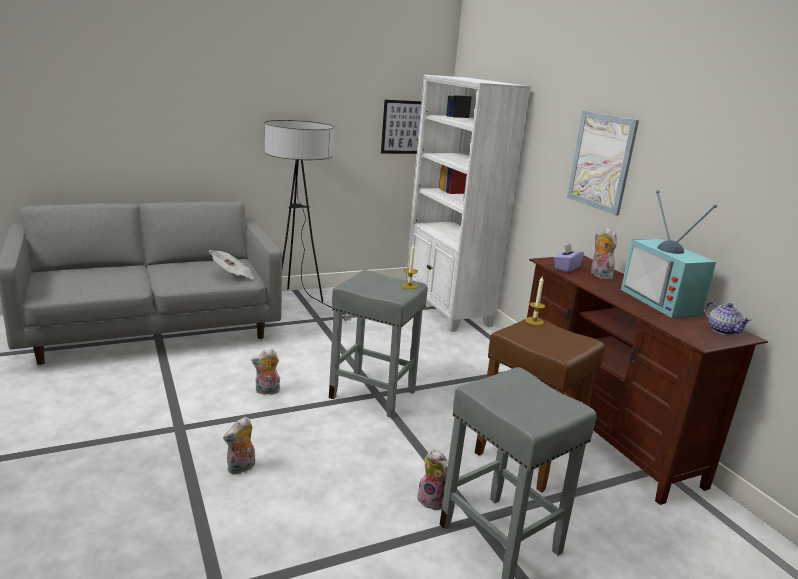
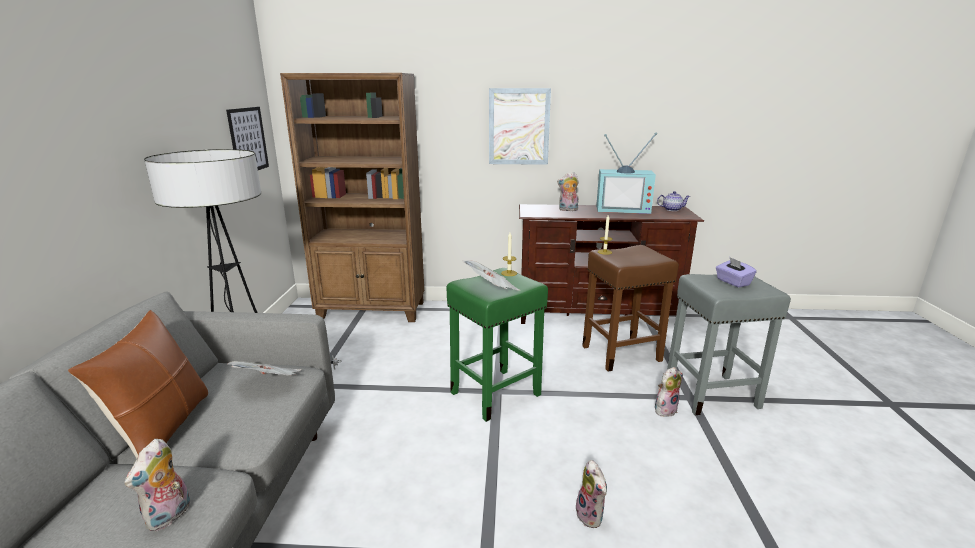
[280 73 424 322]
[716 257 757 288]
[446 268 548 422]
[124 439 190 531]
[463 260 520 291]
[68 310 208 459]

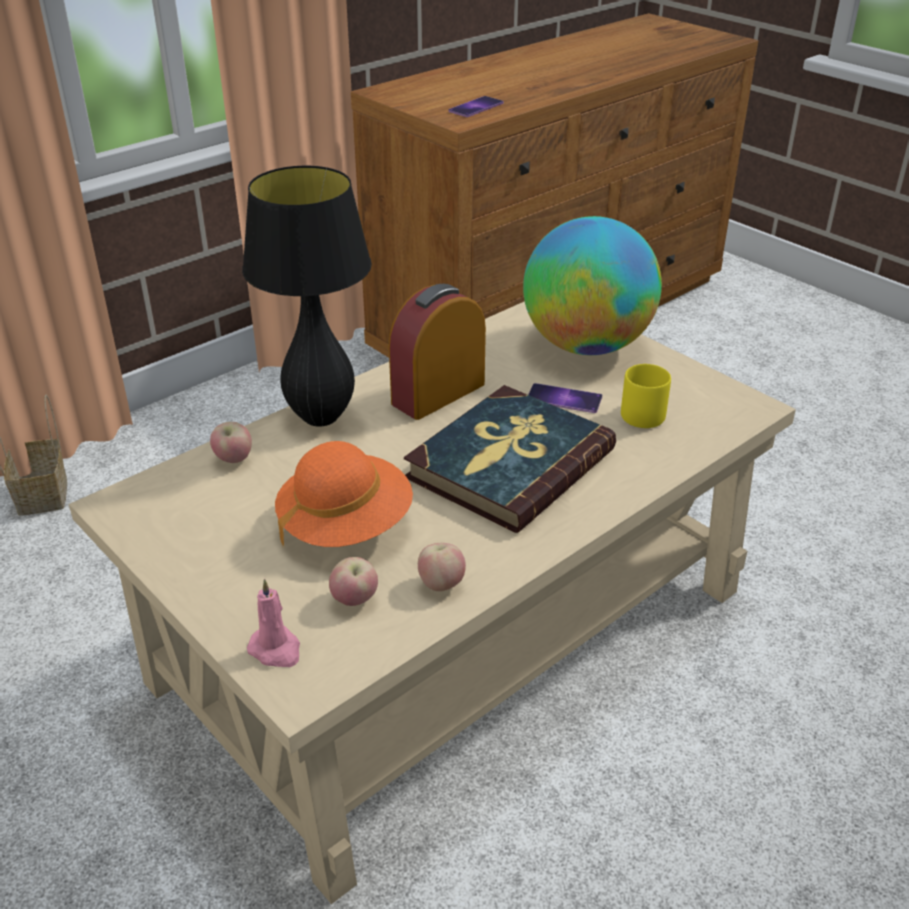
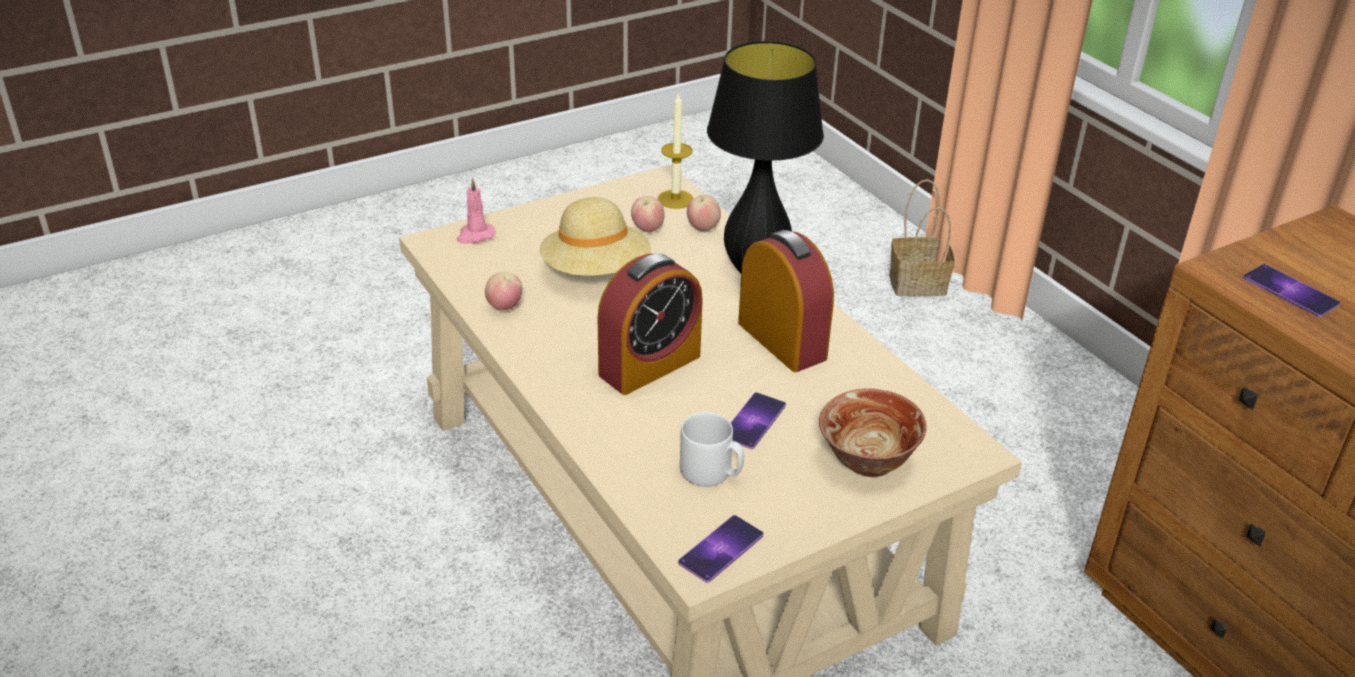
[819 389 927 477]
[680 412 744 487]
[598 254 703 395]
[539 197 651 276]
[631 196 665 232]
[658 92 694 209]
[678 515 764 583]

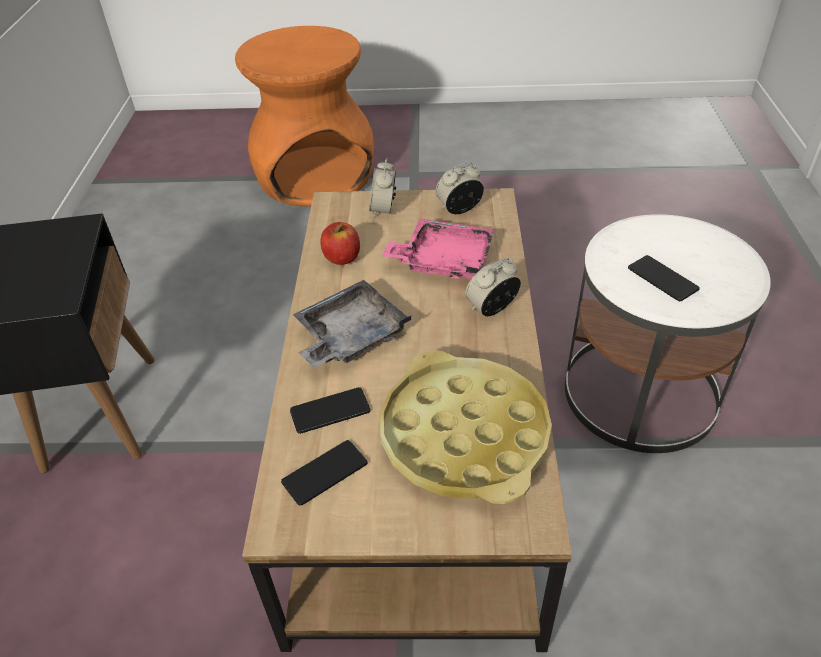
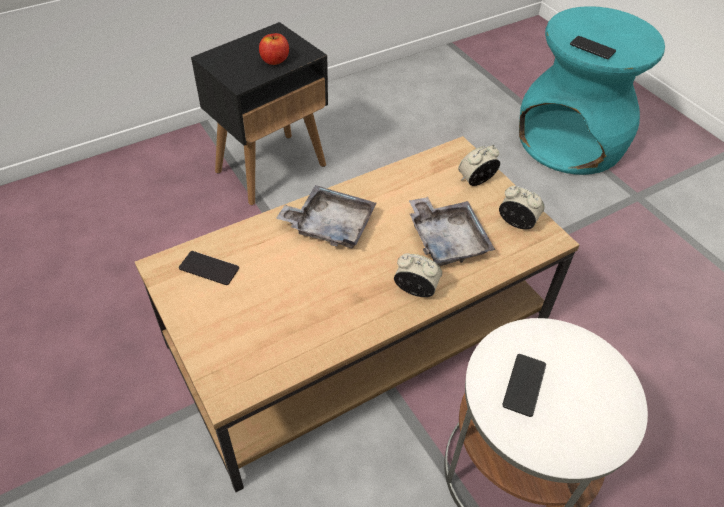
[519 6 665 175]
[409 197 495 266]
[259 33 289 65]
[380 350 552 504] (first image)
[570 36 616 59]

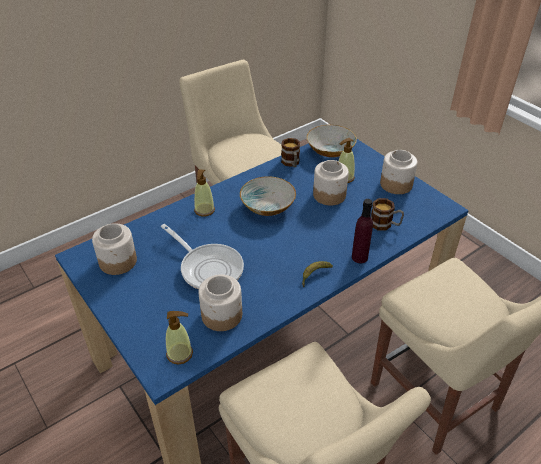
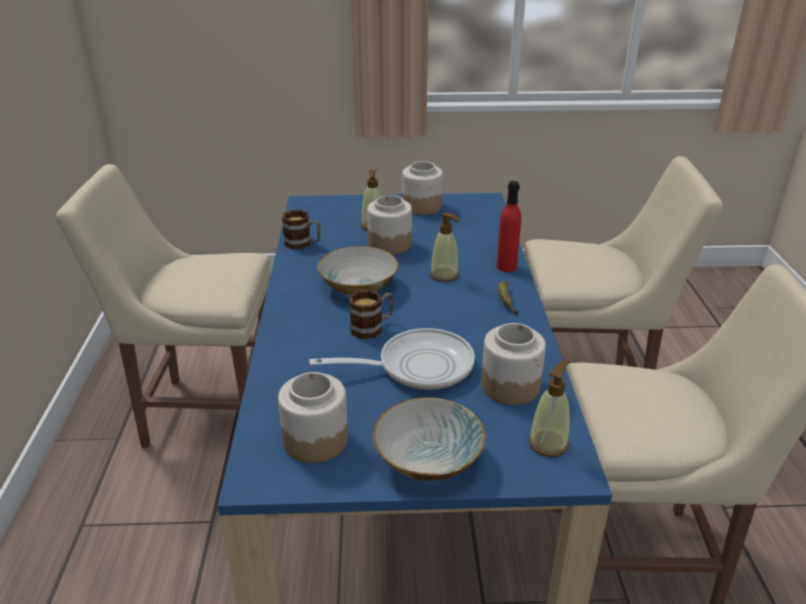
[373 397 486 481]
[430 212 460 282]
[349 290 394 339]
[496 181 521 272]

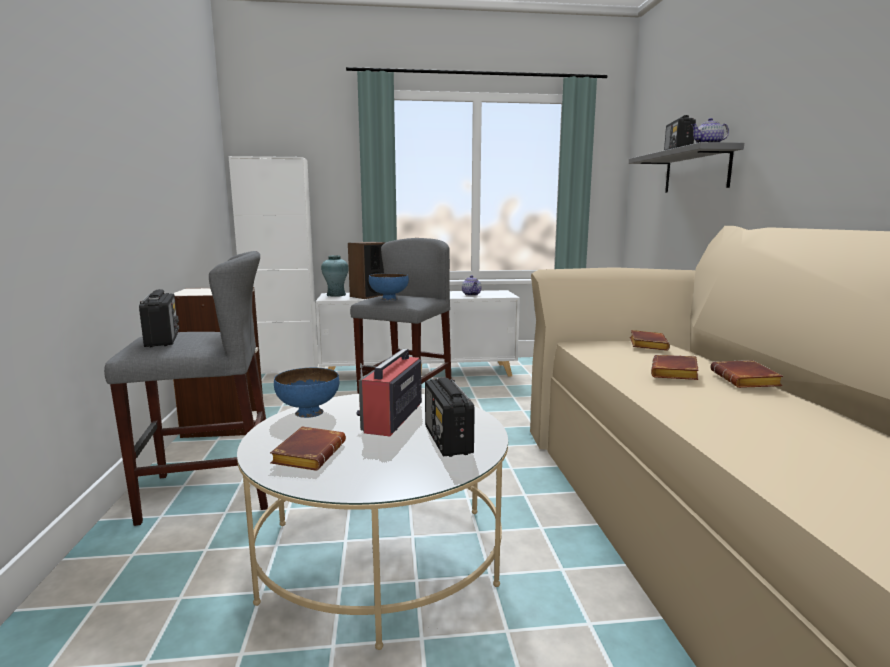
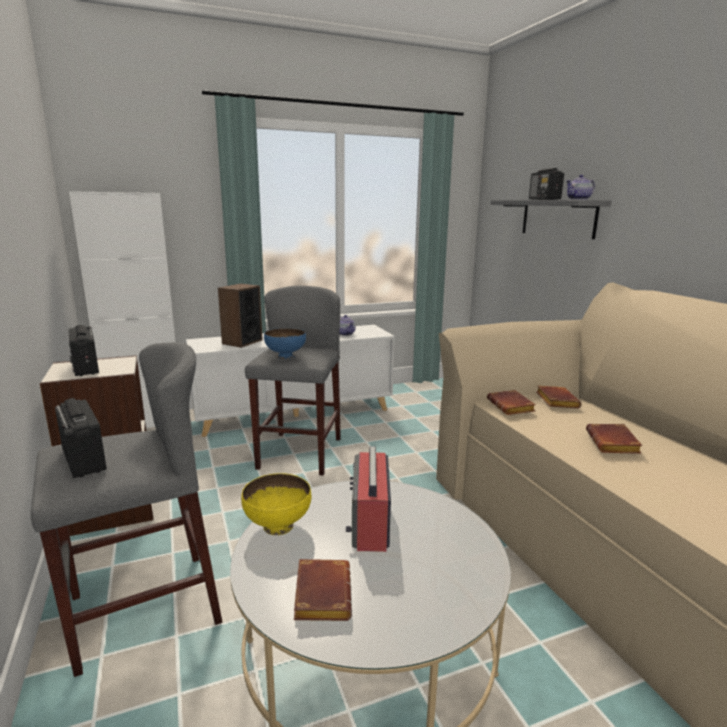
[321 255 349 297] (first image)
[487 390 536 415]
[241 473 311 535]
[69 325 99 376]

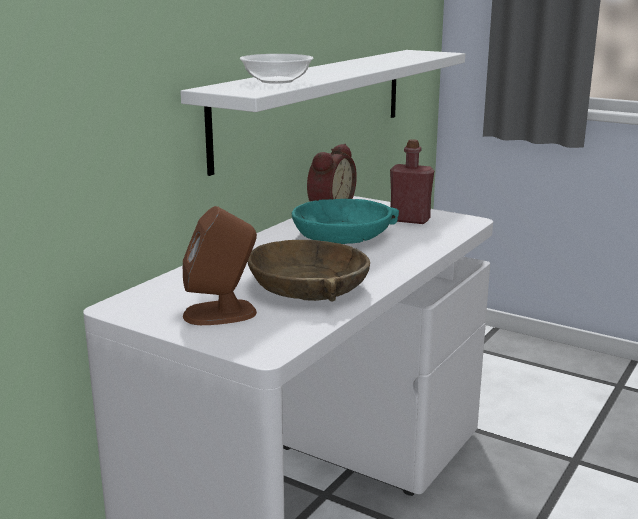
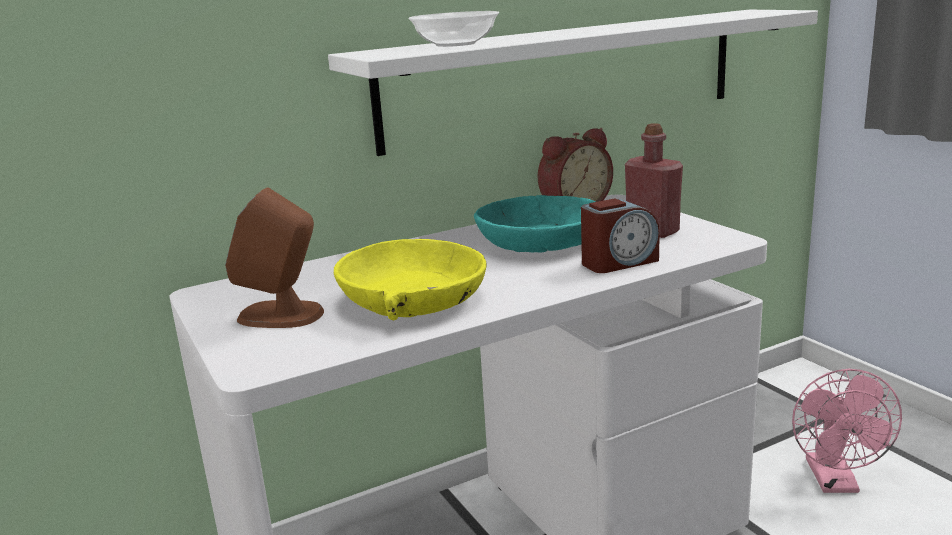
[334 239 487 321]
[581 198 660 273]
[792 369 902 493]

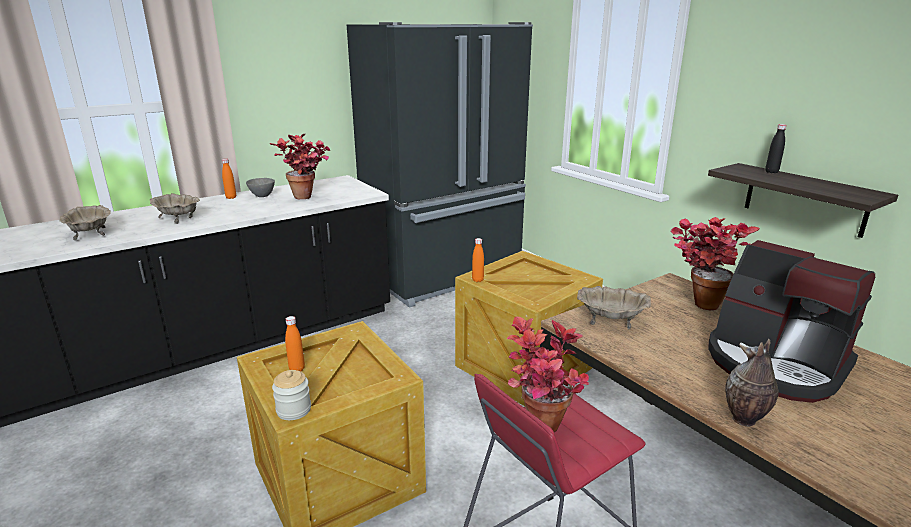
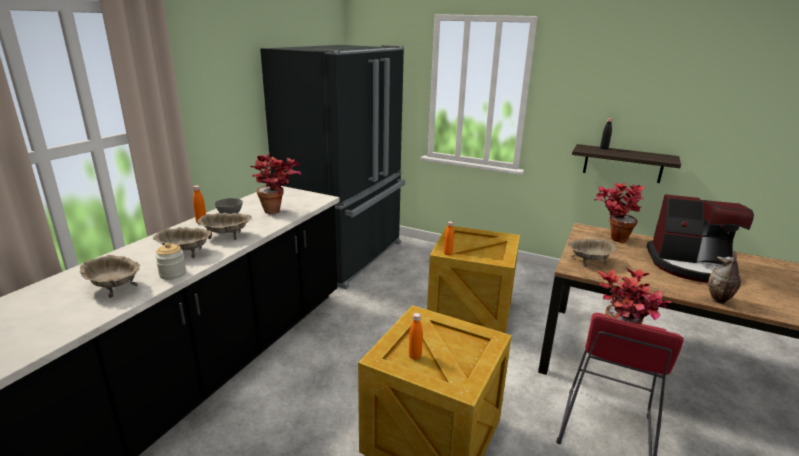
[155 243 186 280]
[197 213 251 240]

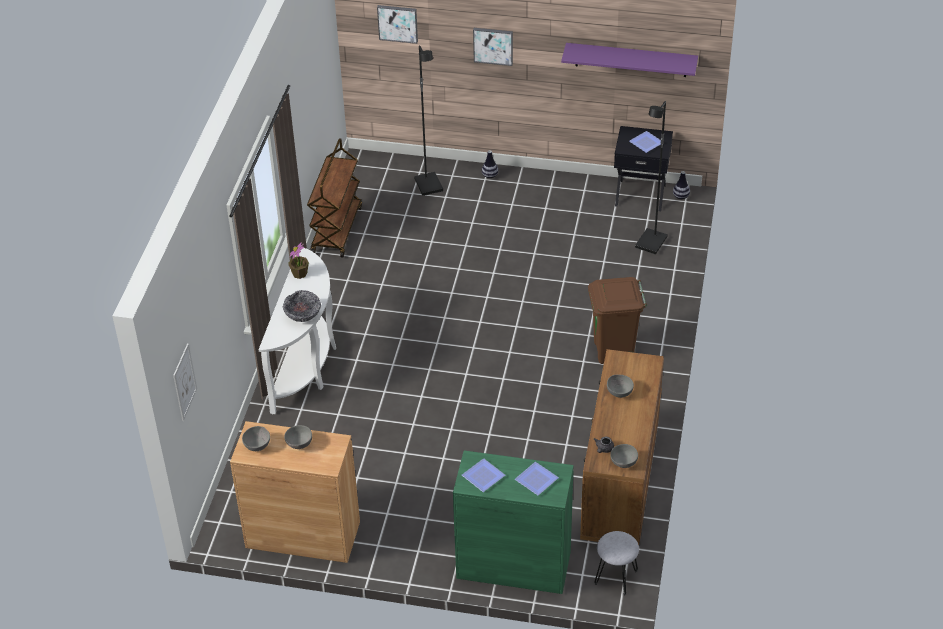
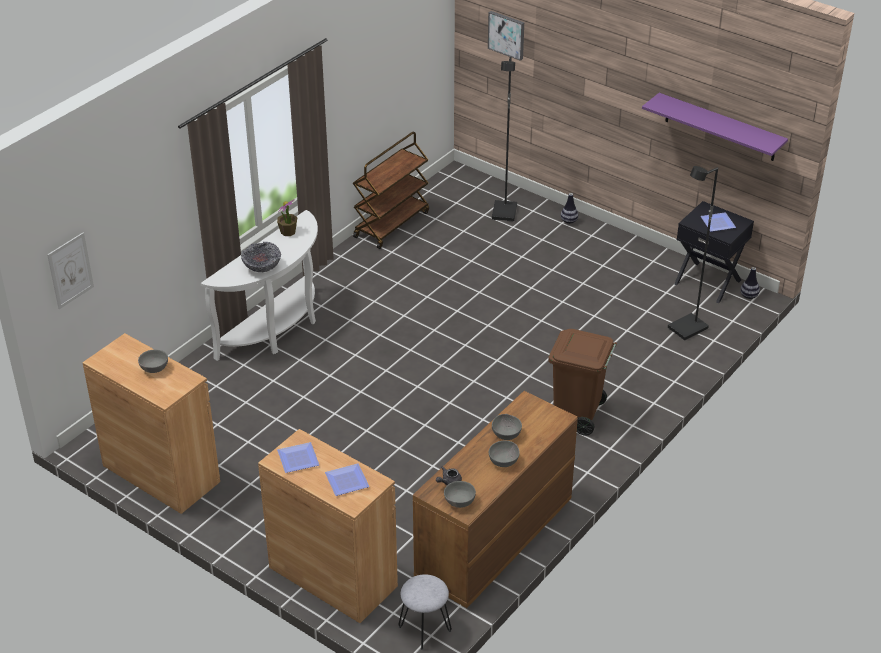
[473 28 513 66] (first image)
[489 441 520 467]
[258 429 398 623]

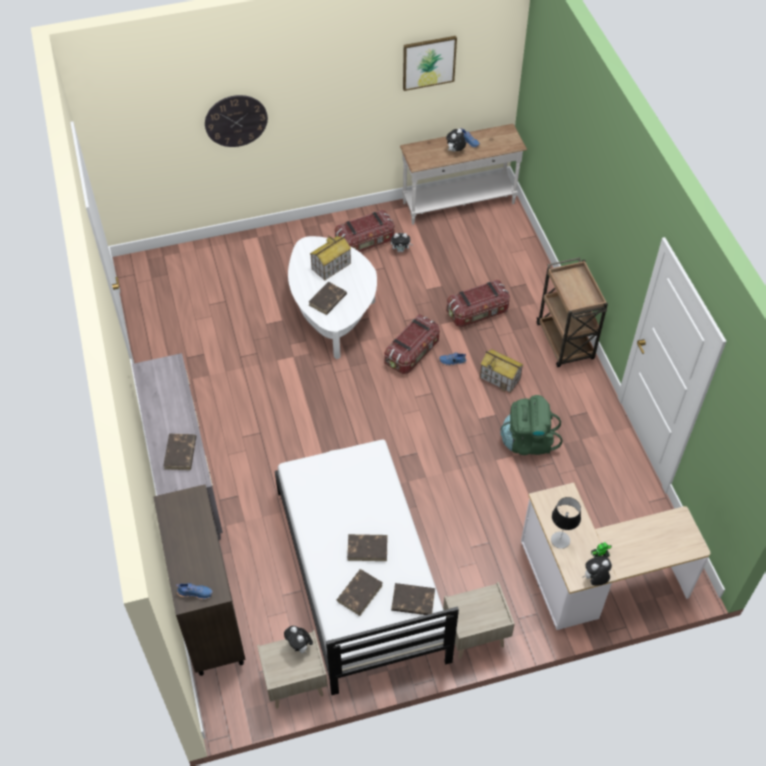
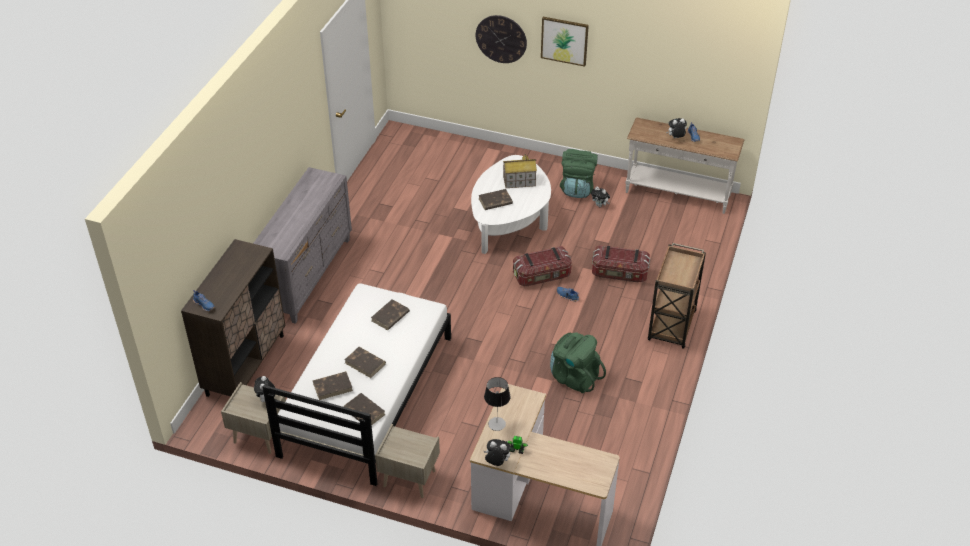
[541 17 589 67]
[560 149 598 198]
[480 349 524 393] (first image)
[371 299 410 330]

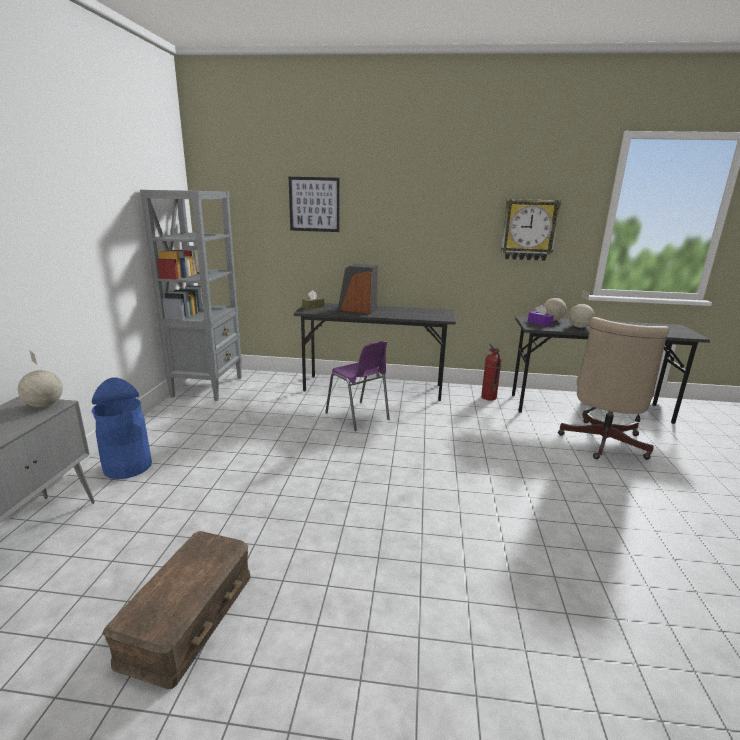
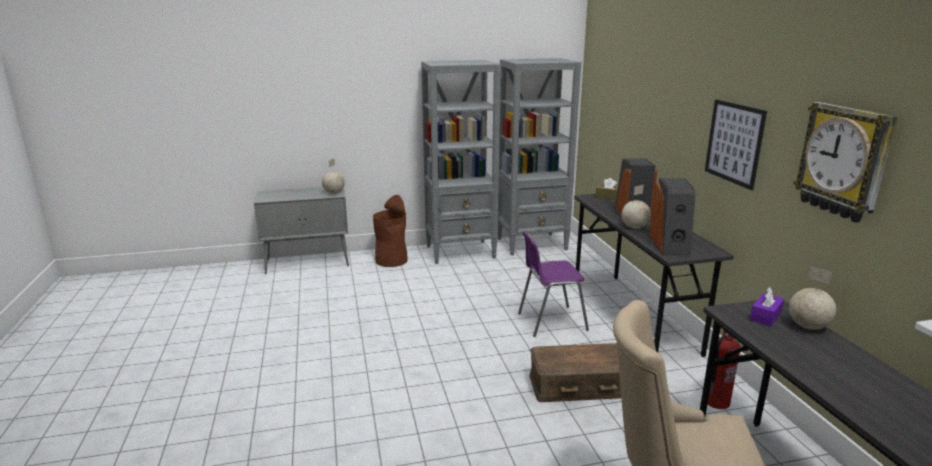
[705 99 767 190]
[622 185 651 229]
[518 231 589 337]
[373 195 408 267]
[529 343 621 402]
[421 60 501 264]
[650 178 696 256]

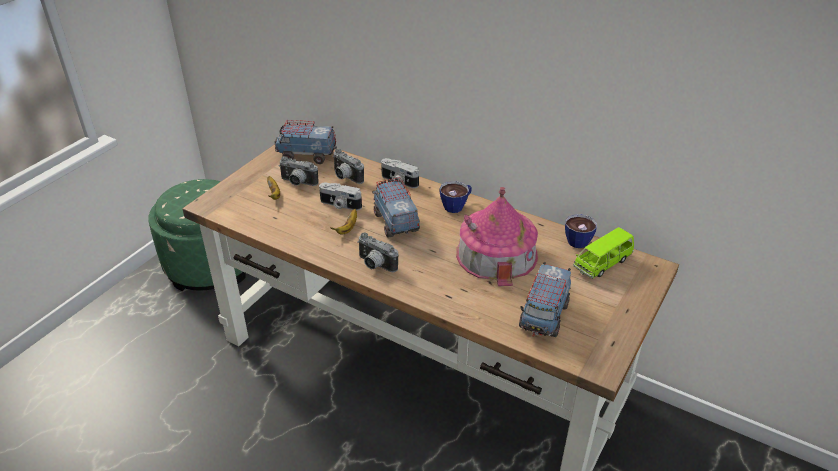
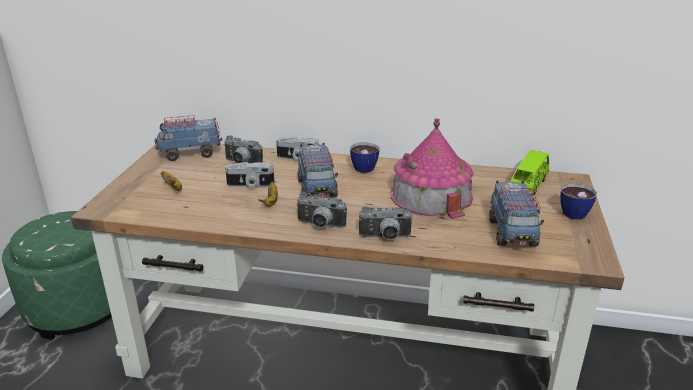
[359 206 413 240]
[298 143 338 198]
[560 184 597 219]

